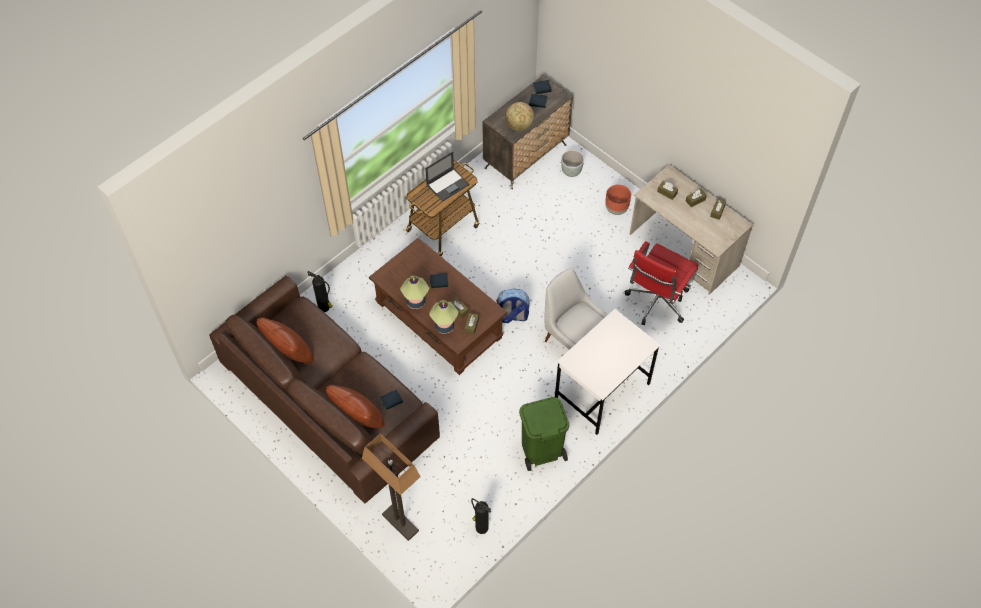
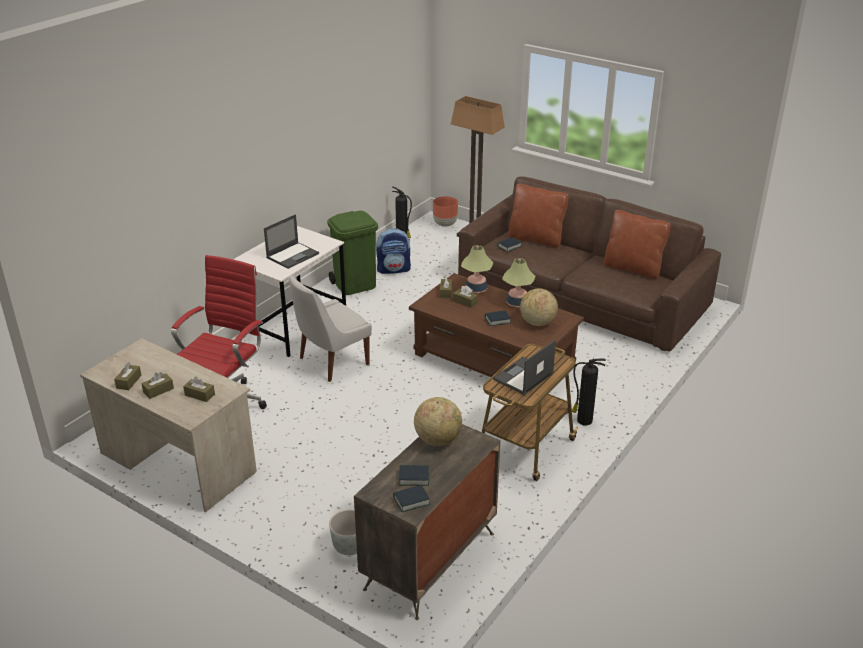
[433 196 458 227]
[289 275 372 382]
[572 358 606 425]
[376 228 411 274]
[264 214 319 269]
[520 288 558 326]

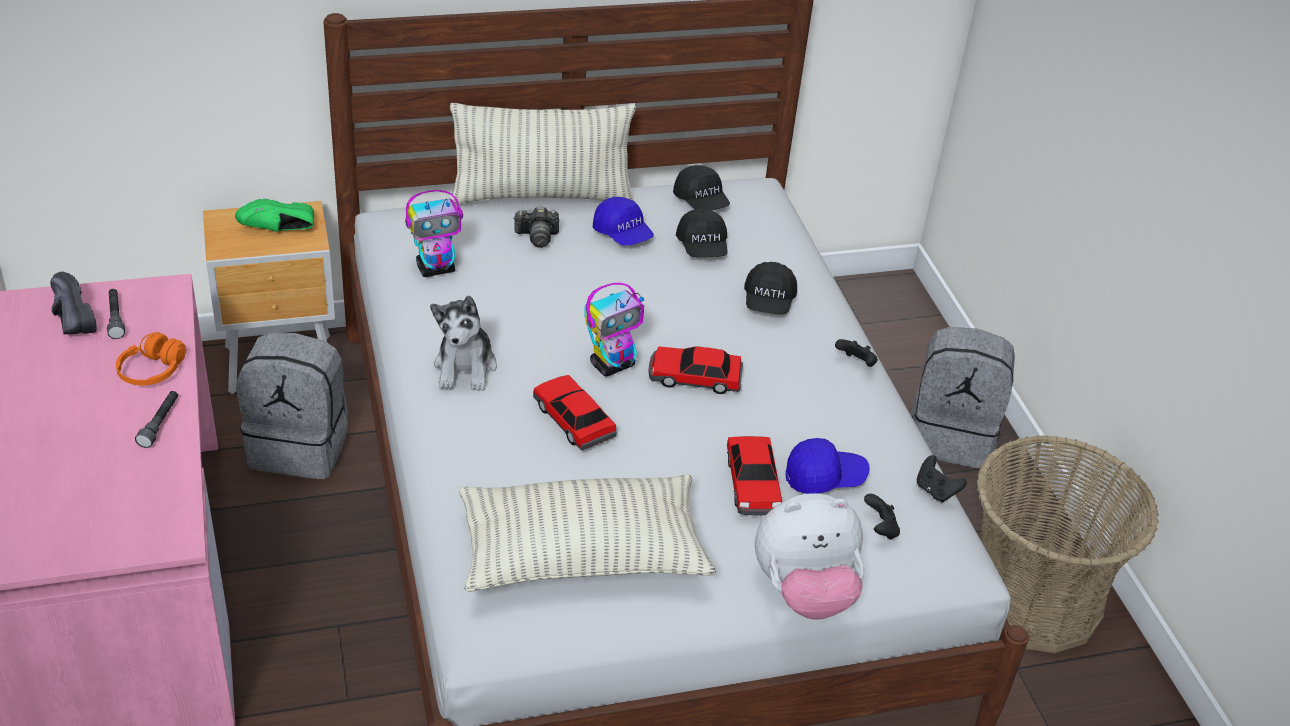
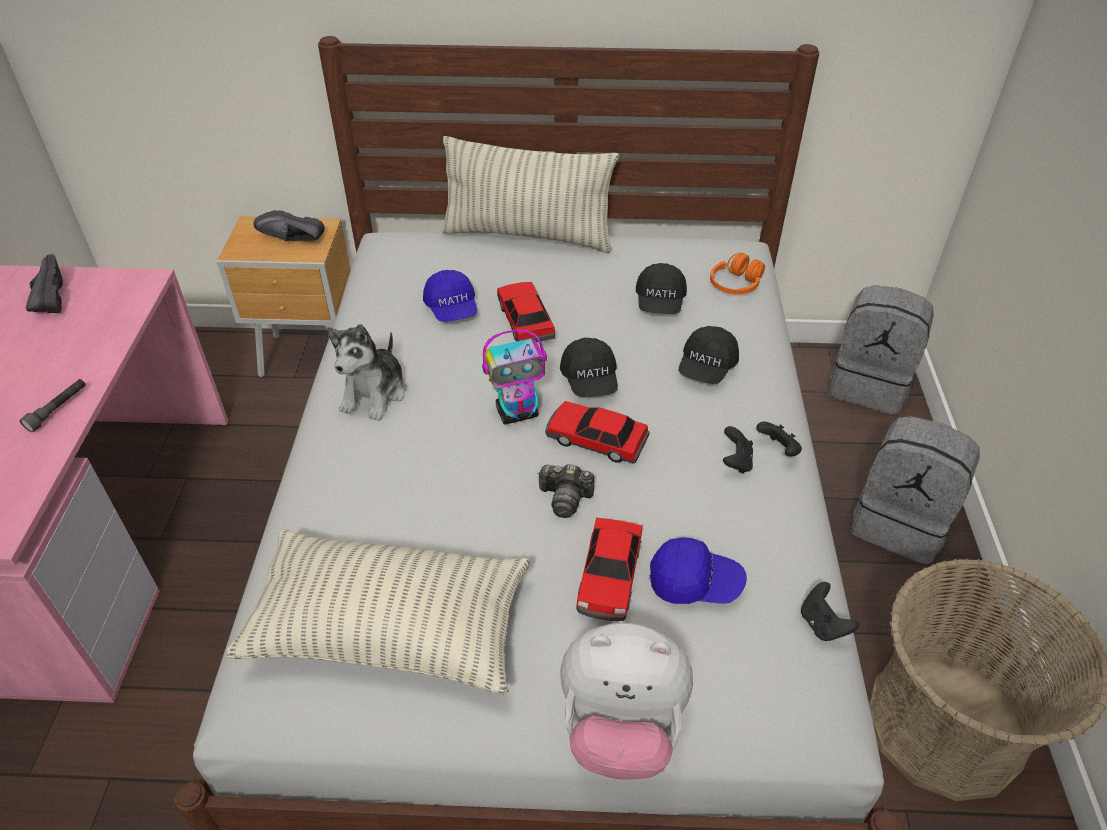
[560 337 618 397]
[405 190 463 277] (first image)
[423 270 477 322]
[254 210 325 242]
[537 464 594 518]
[107 289 125 339] (first image)
[710 253 765 294]
[828 285 934 415]
[497 282 555 342]
[723 426 753 474]

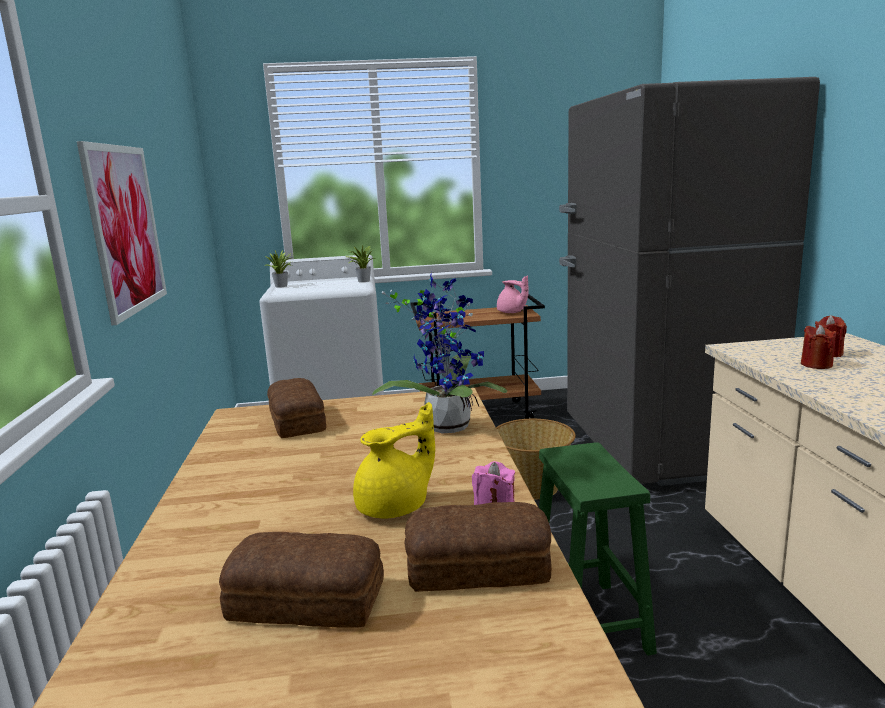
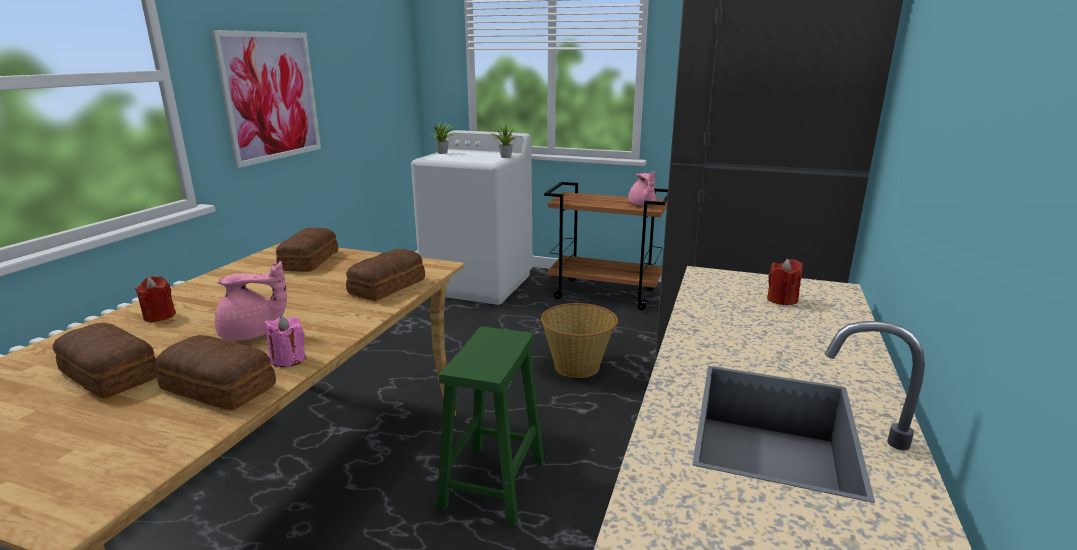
[346 249 425 301]
[135 276 176 322]
[215 261 287 341]

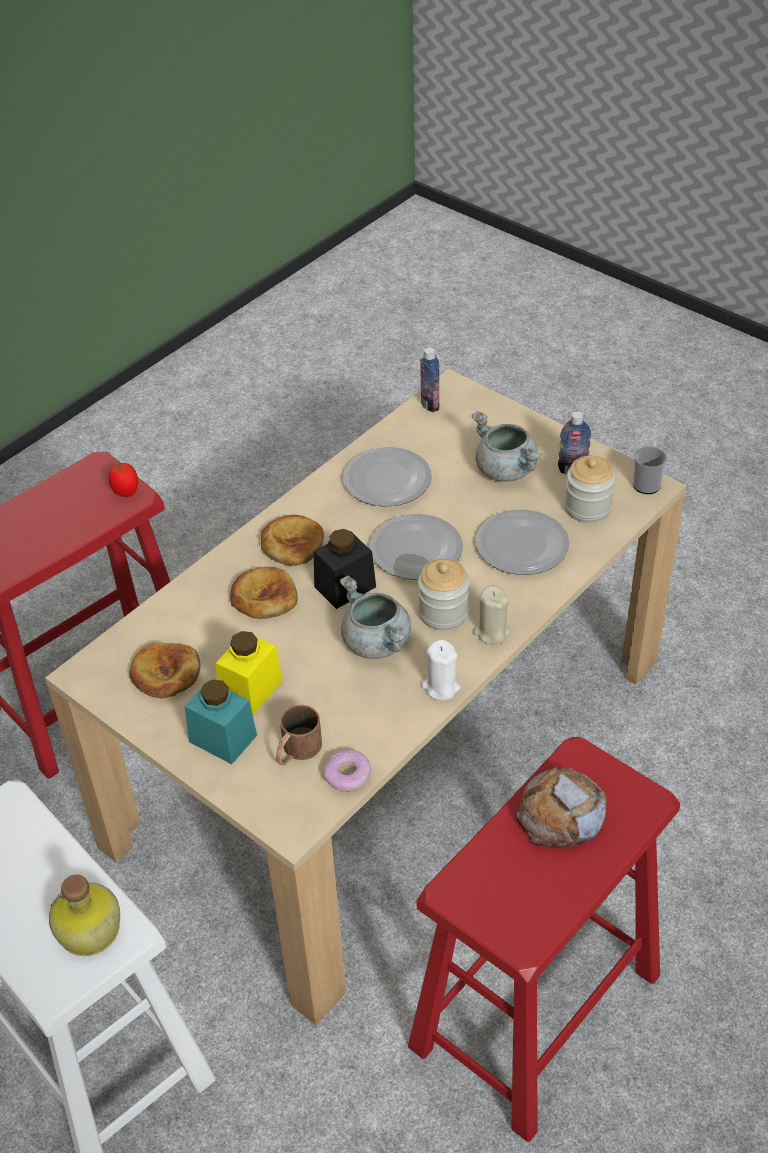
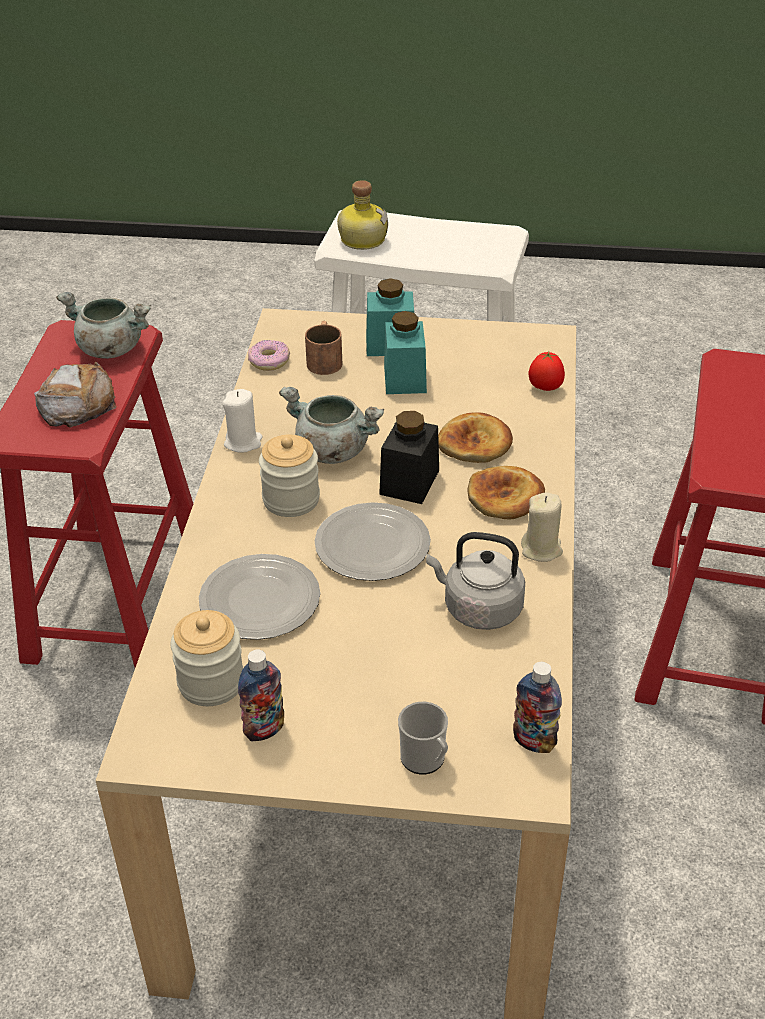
[56 292 151 359]
[398 702 448 775]
[426 532 525 630]
[529 352 565 391]
[521 492 563 562]
[384 311 427 394]
[130 642 201 699] (first image)

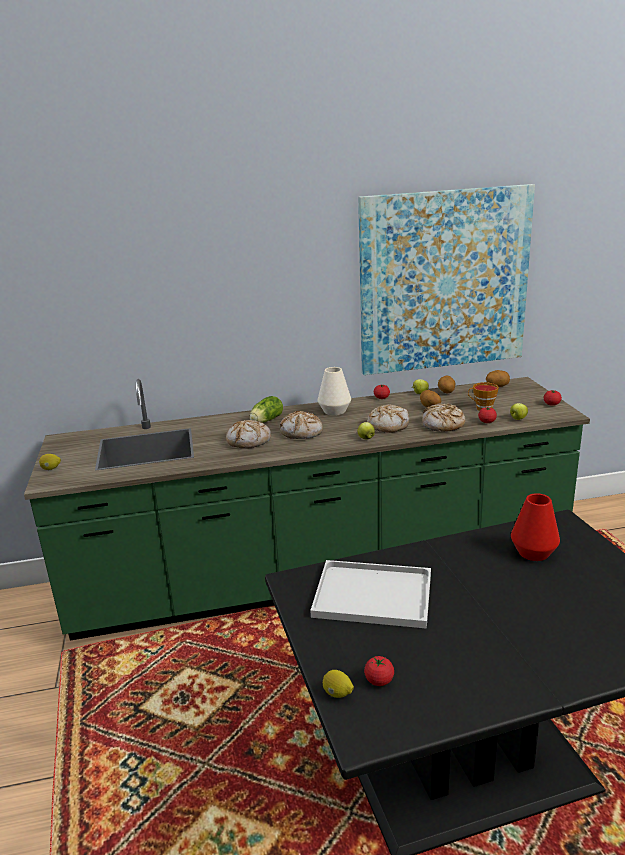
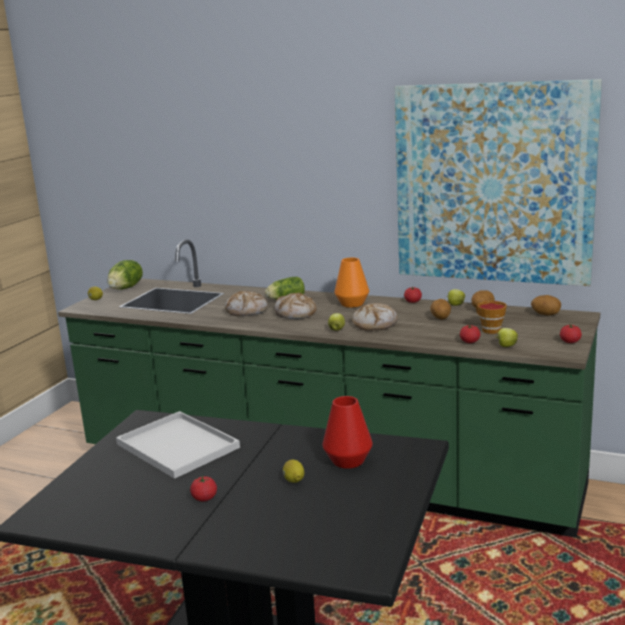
[334 258 369 308]
[422 403 465 432] (first image)
[190 475 217 502]
[283 460 304 483]
[107 260 143 290]

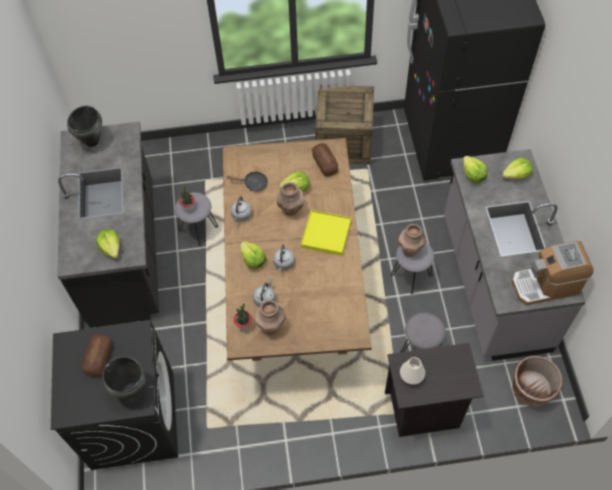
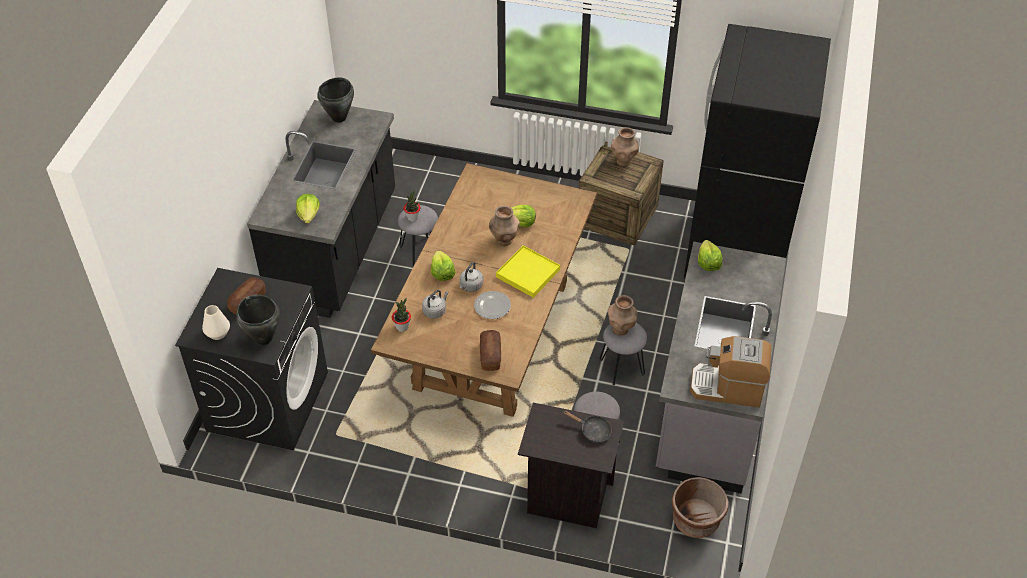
[480 330 501 371]
[502 158 533 179] (first image)
[563 411 612 442]
[231 196 252 222] (first image)
[611 127 639 166]
[202 305 230 340]
[474 291 511 319]

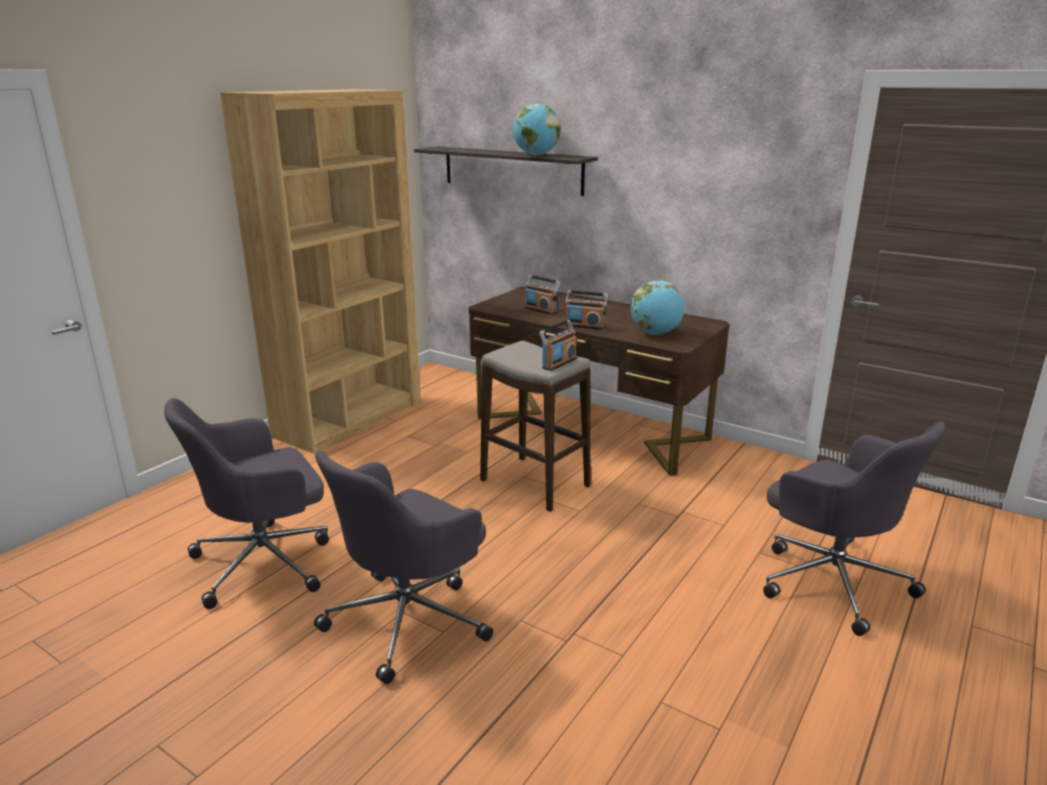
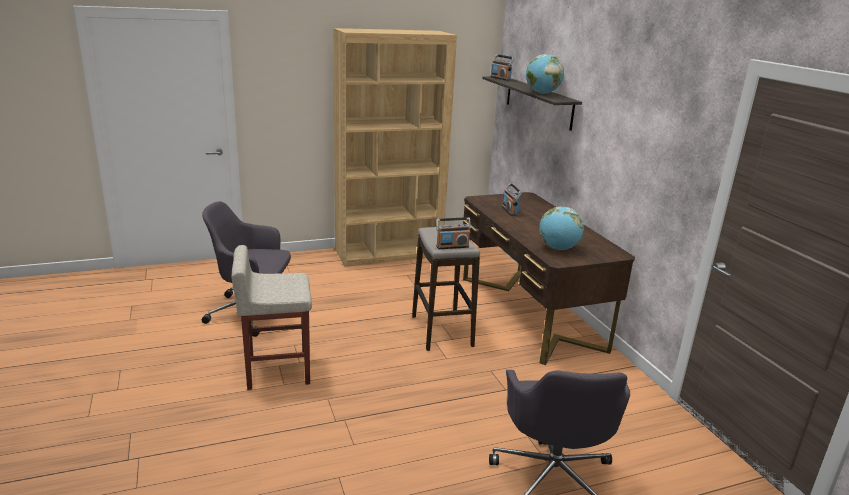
[490 54 515 81]
[232 245 312 390]

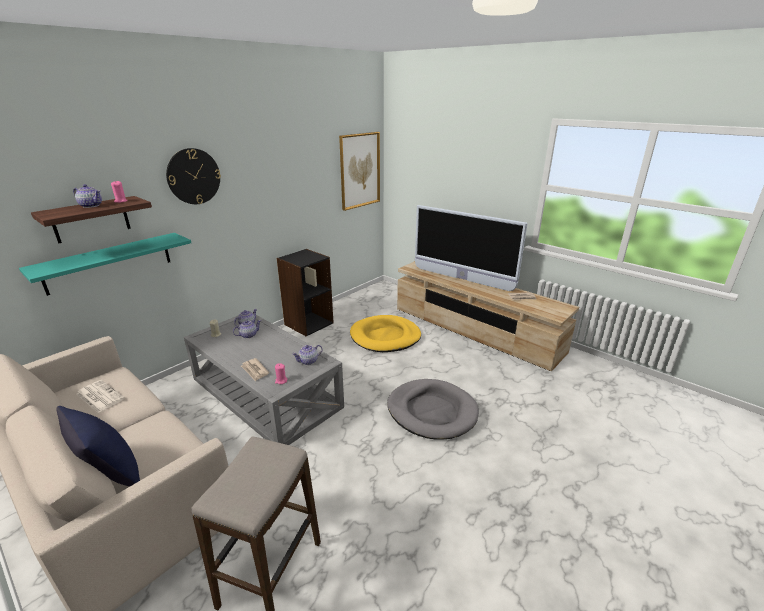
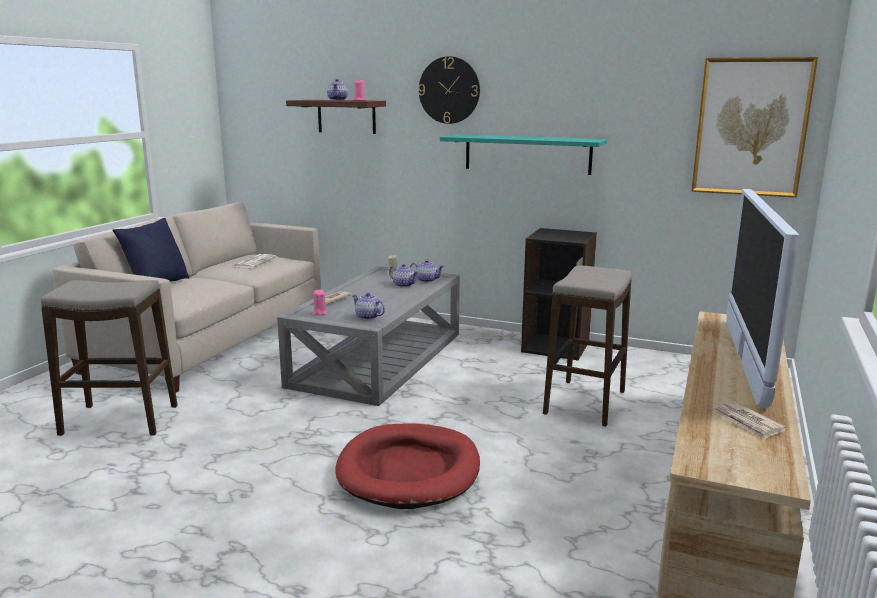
[440 134 607 175]
[543 265 632 426]
[335 423 480 509]

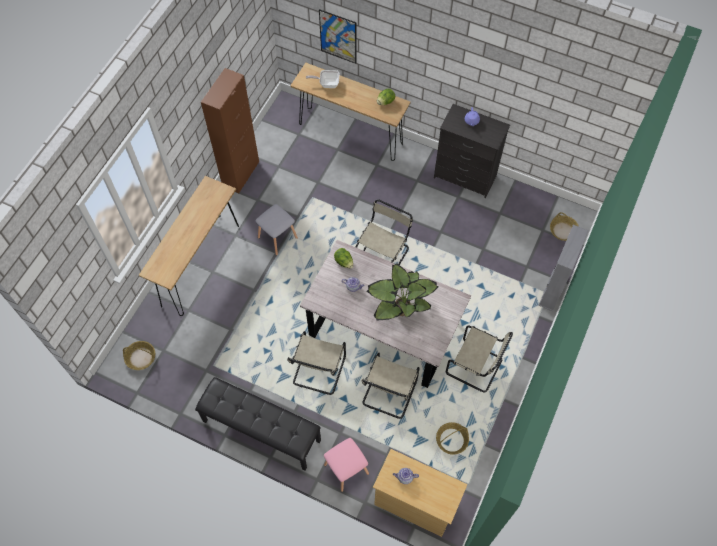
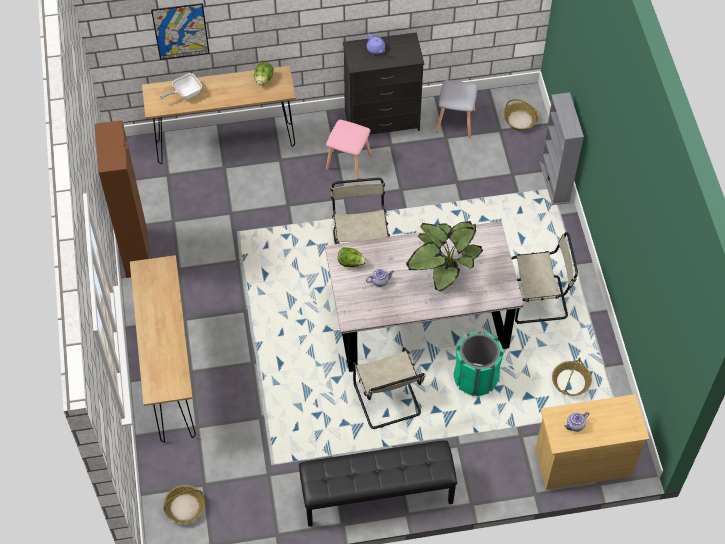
[436 80 477 137]
[454 331 503 396]
[326 120 371 179]

